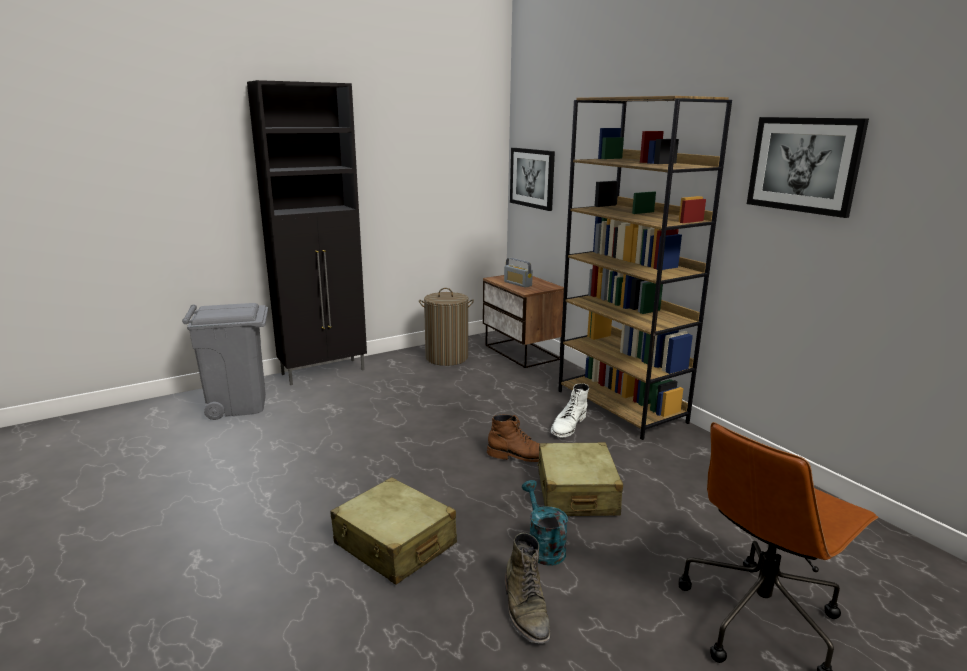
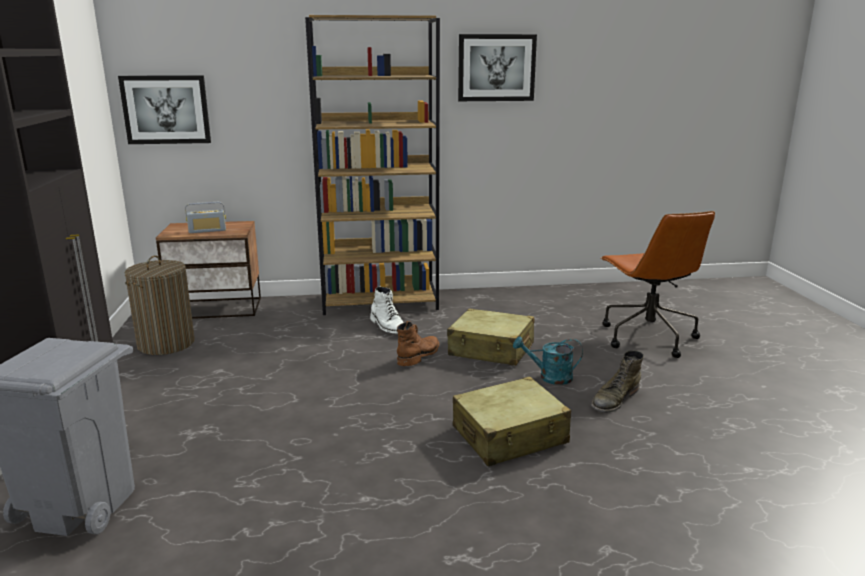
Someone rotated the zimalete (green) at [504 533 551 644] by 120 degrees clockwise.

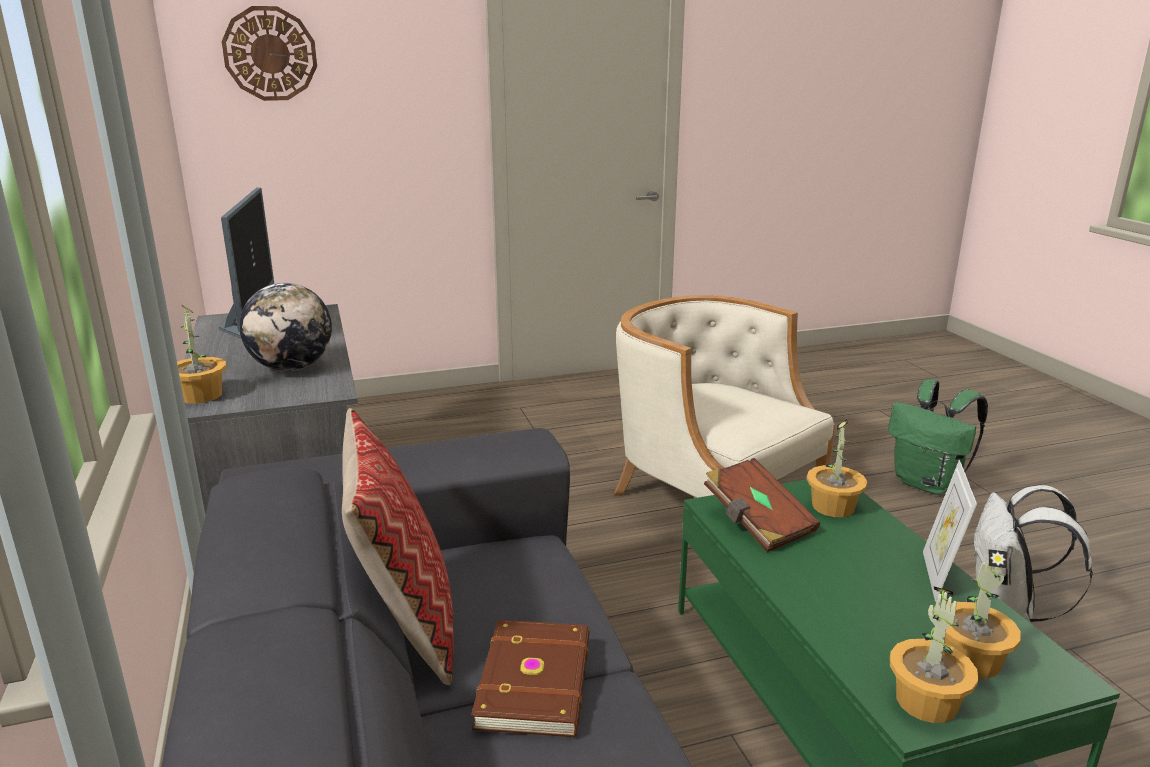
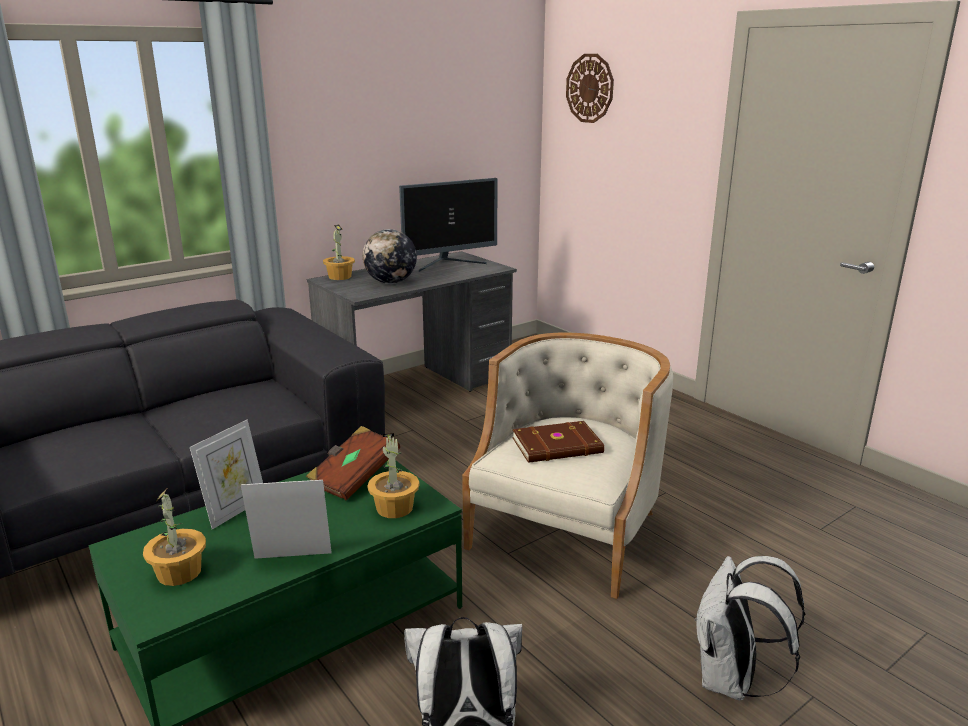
Someone put down the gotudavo at [190 420 263 530].
Someone carried the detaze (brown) from [471 620 590 737] to [513 421 604 463].
Someone repainted the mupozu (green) at [888 379 988 495], which became the mupozu (white) at [694 556 805 700].
Someone took away the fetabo at [342 408 454 685].
Someone took away the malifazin at [890 586 979 723].

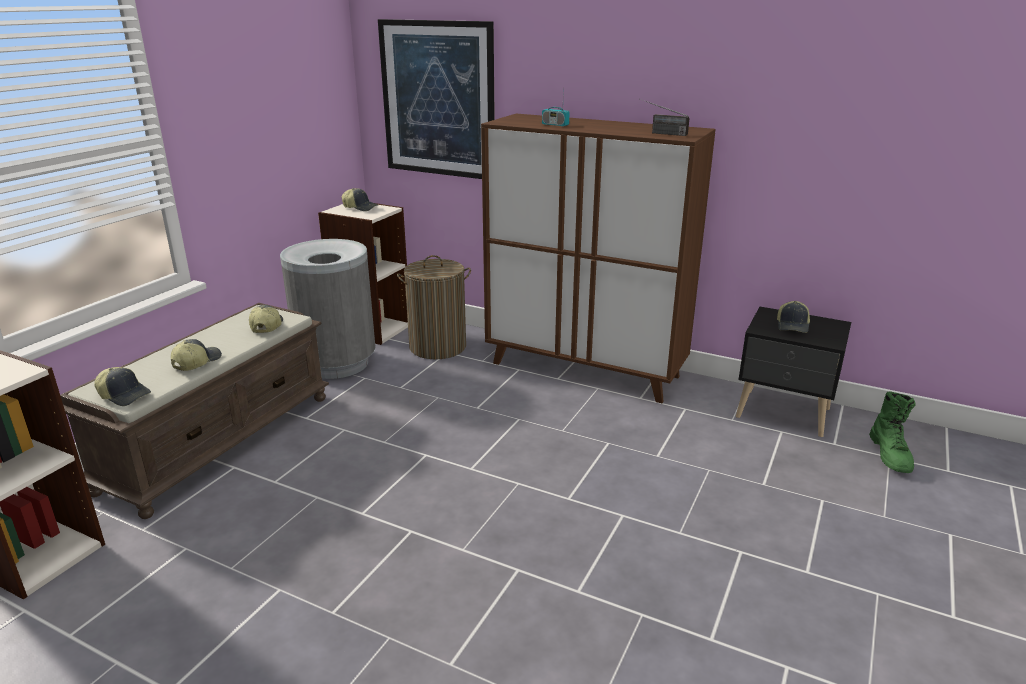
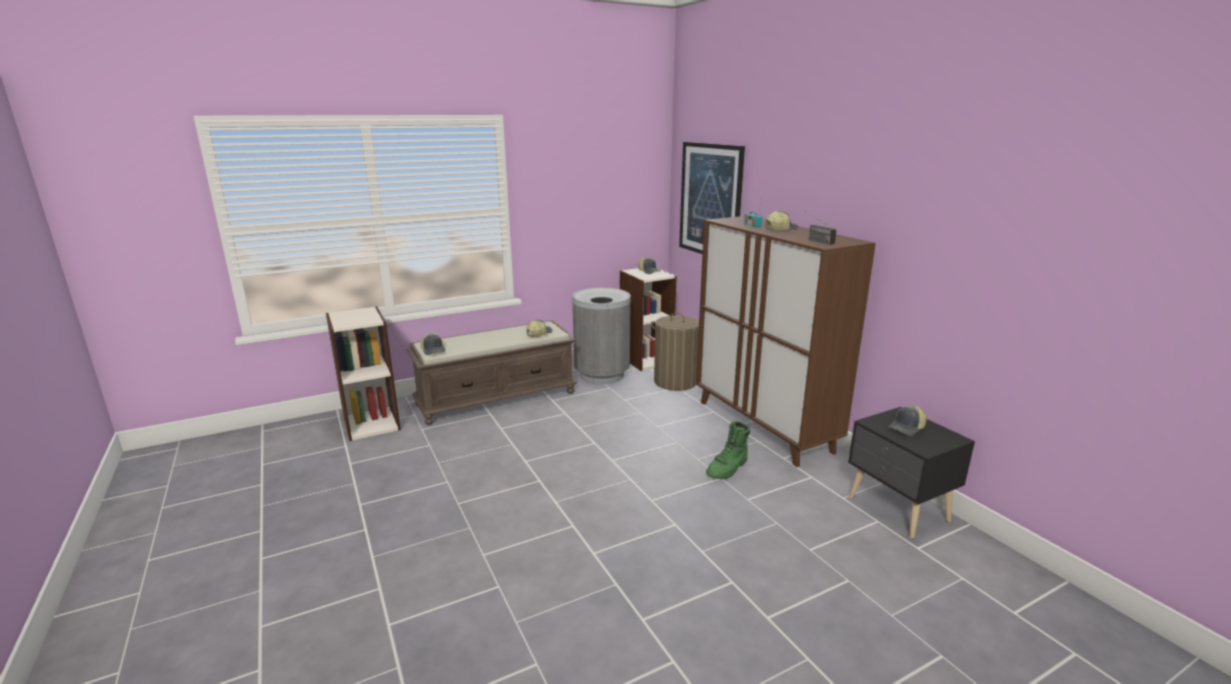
Someone carried the zimalete (green) from [869 391 916 473] to [706 421 750 479].
Someone carried the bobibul from [171 339 222 371] to [765 211 799 230].

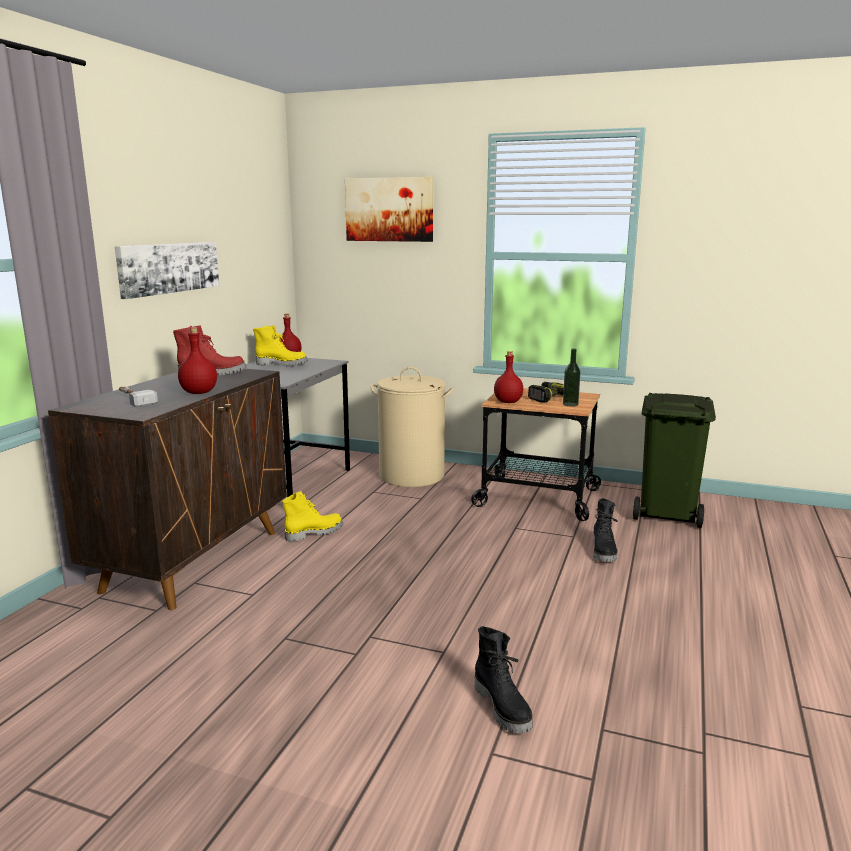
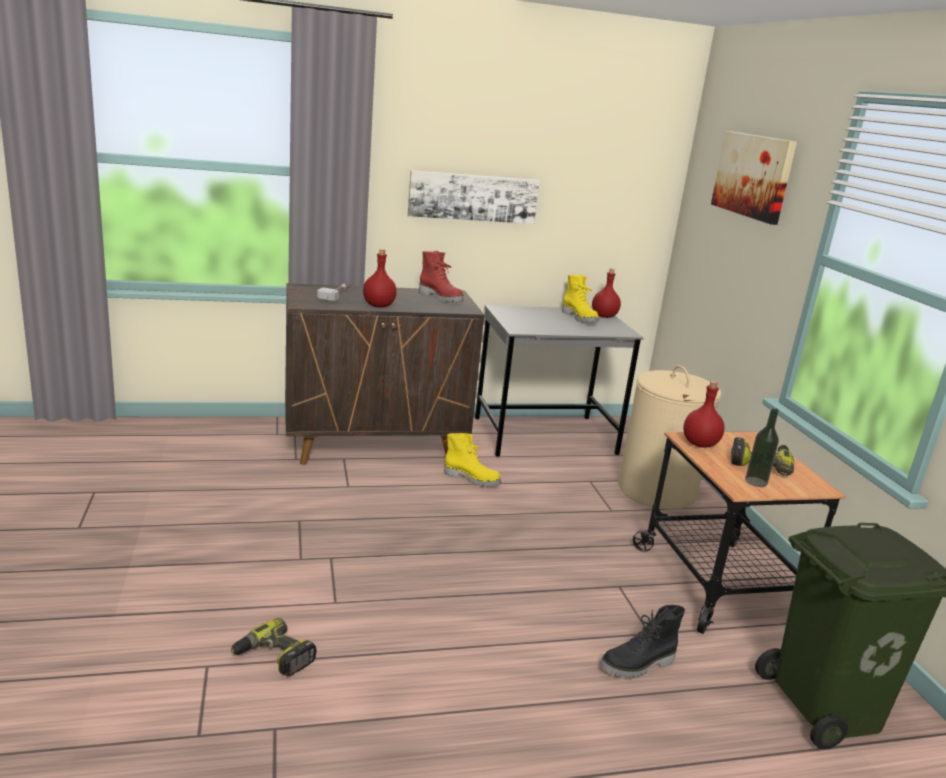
Someone swapped the zimalete (black) at [475 626 532 734] for the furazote at [231 618 317 676].

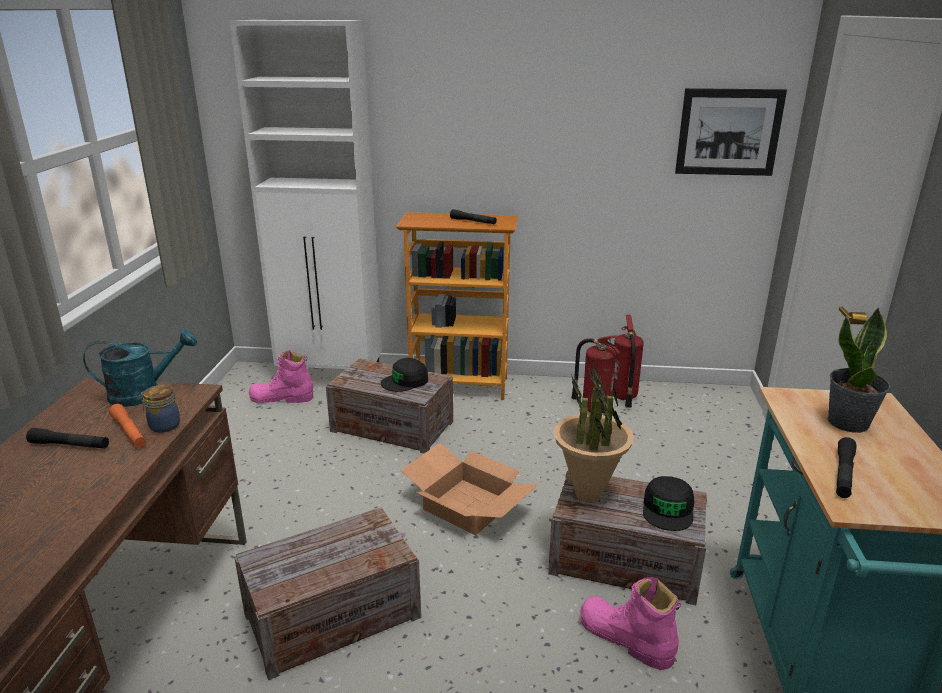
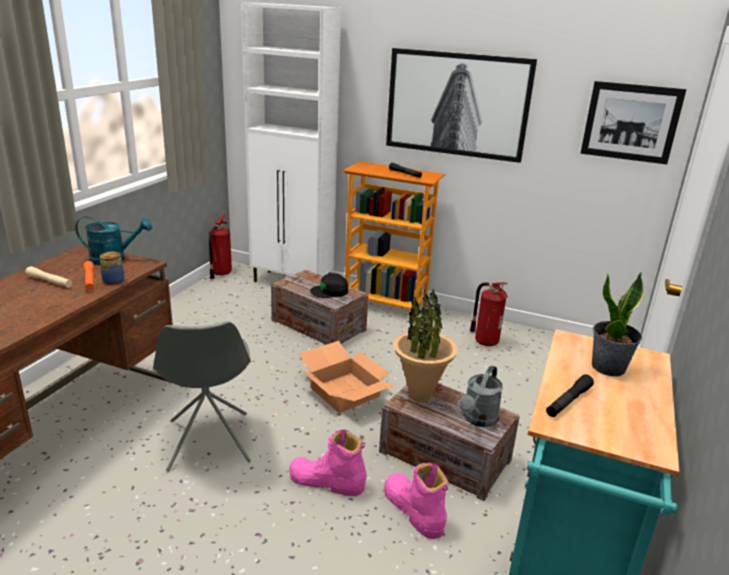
Someone repainted the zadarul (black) at [26 428 109 449], which became the zadarul (beige) at [25 266 72 287].
Someone swapped the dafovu at [234 507 421 681] for the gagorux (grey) at [153 321 251 472].
Someone carried the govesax from [612 315 644 408] to [209 213 232 279].
Someone carried the zimalete (pink) from [249 350 313 403] to [289 429 366 496].
Someone put up the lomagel at [386 48 537 163].
Someone swapped the bobibul (black) at [643 476 694 531] for the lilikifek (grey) at [459 365 503 427].

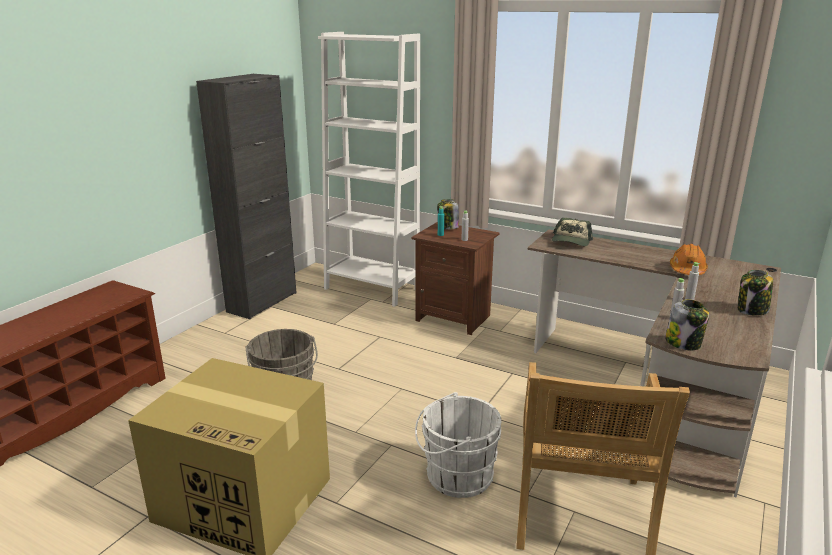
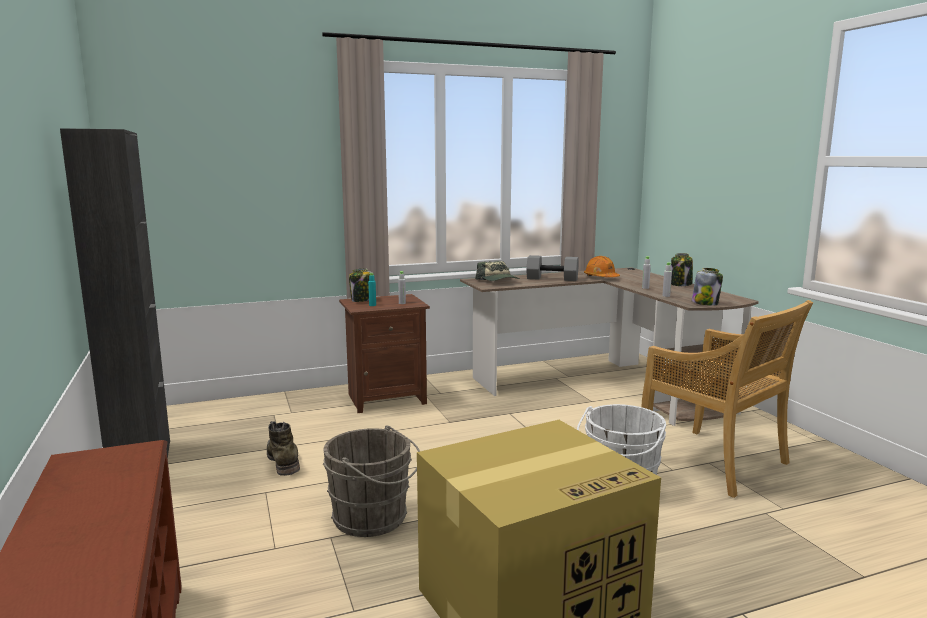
Someone put down the zimalete (green) at [267 421 300 476].
Someone put down the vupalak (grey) at [526 255 578 281].
Someone took away the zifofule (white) at [318 32 420 307].

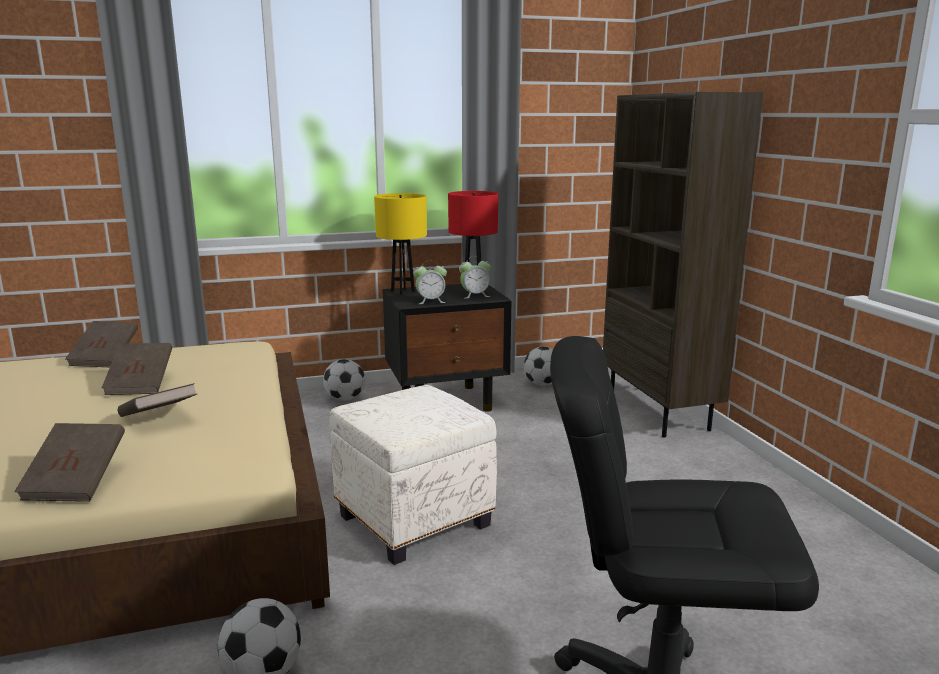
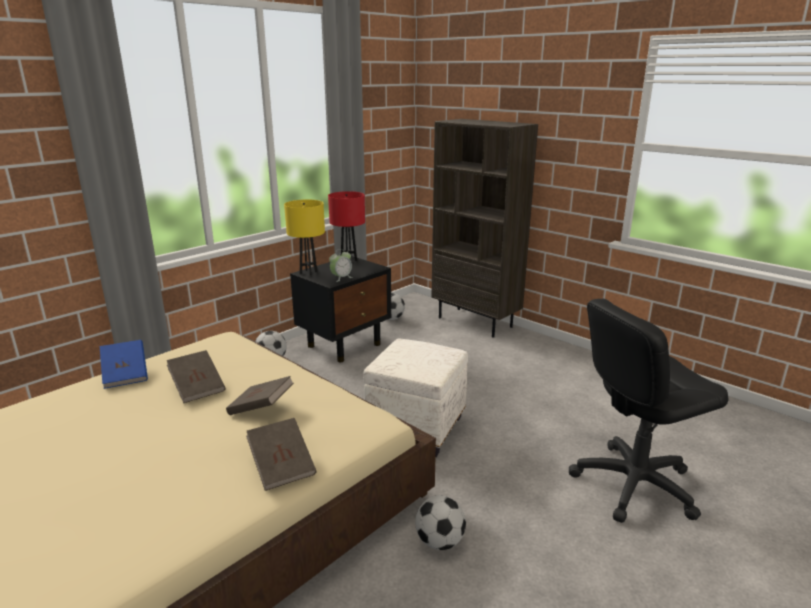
Someone repainted the detaze (brown) at [65 321 138 367], which became the detaze (blue) at [100 340 148 389].
Someone took away the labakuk at [459 256 491 299].

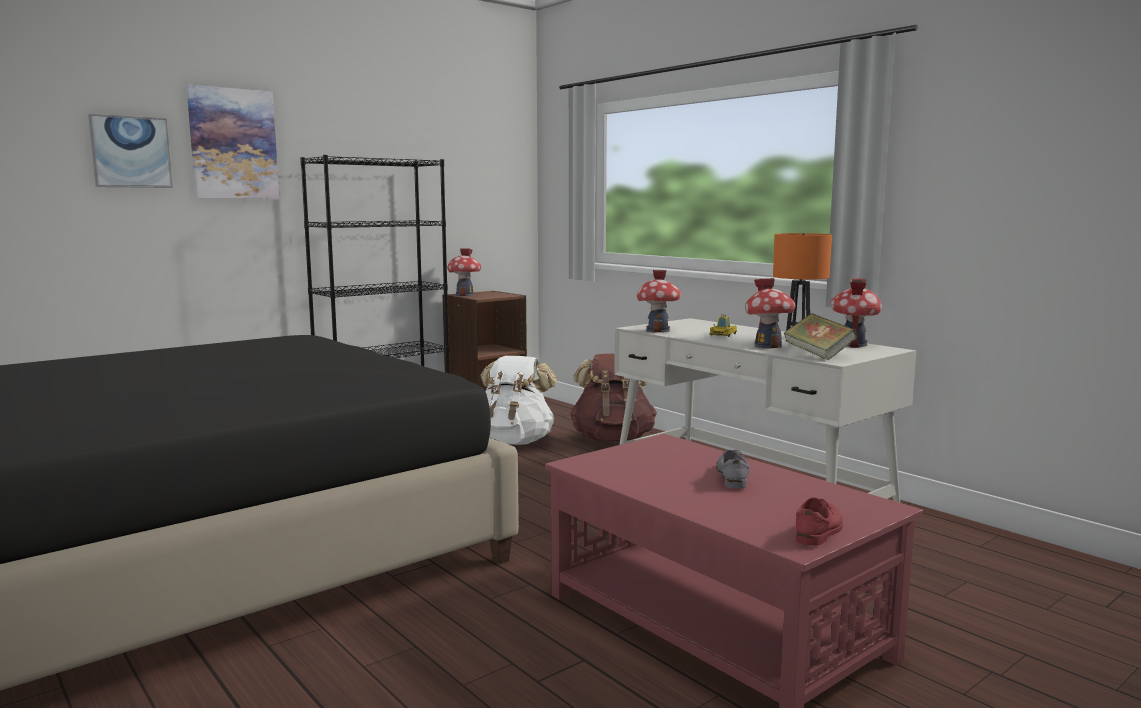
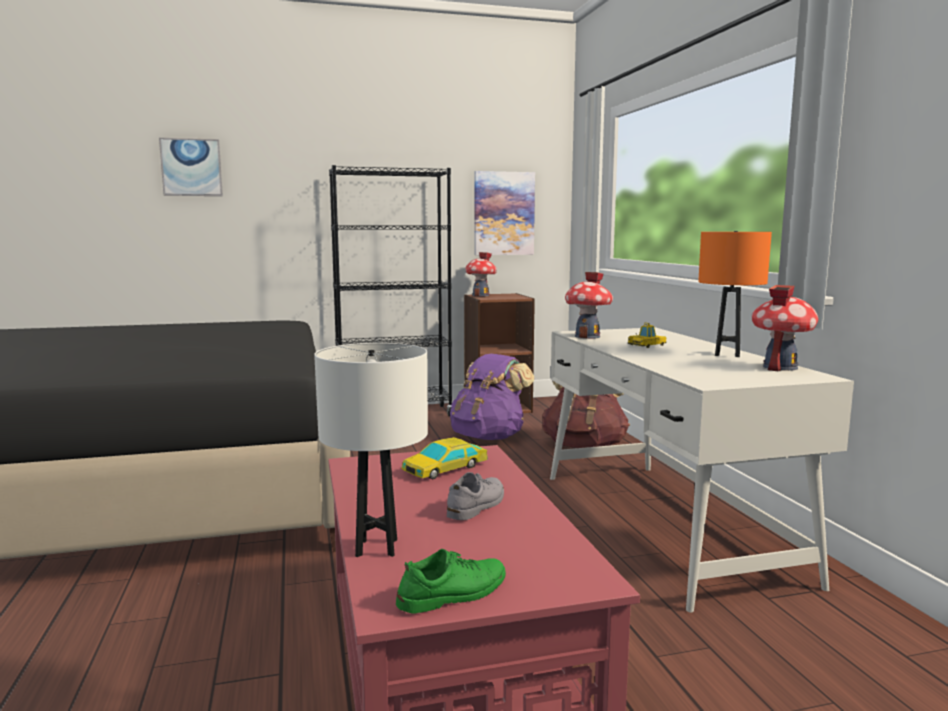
Someone put down the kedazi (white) at [314 343 428 557].
Someone repainted the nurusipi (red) at [796 498 843 546], which became the nurusipi (green) at [396 549 506 614].
Someone put down the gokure at [401 437 488 479].
Someone repainted the mupozu (white) at [480 356 557 445], which became the mupozu (purple) at [450 354 534 440].
Someone carried the lomagel from [186 85 279 199] to [474 171 535 255].
Someone took away the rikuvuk at [745 278 796 348].
Someone took away the detaze at [784 313 857 361].

